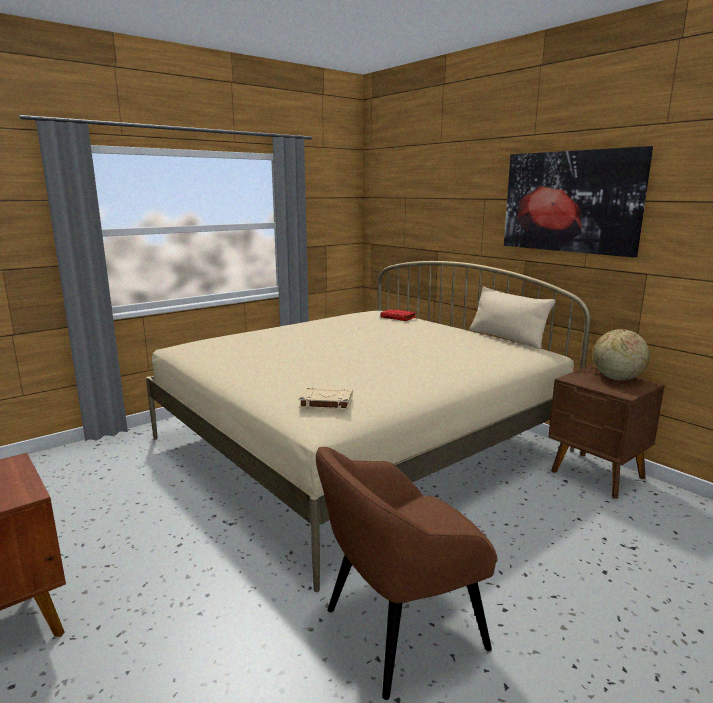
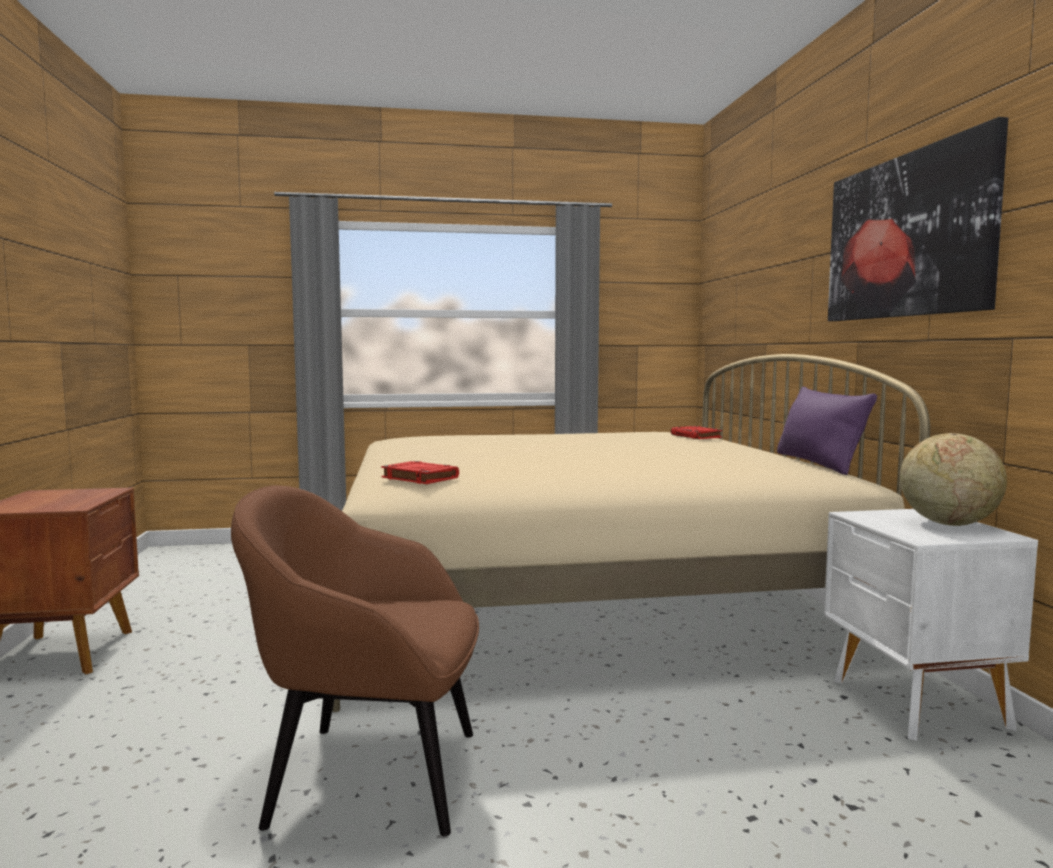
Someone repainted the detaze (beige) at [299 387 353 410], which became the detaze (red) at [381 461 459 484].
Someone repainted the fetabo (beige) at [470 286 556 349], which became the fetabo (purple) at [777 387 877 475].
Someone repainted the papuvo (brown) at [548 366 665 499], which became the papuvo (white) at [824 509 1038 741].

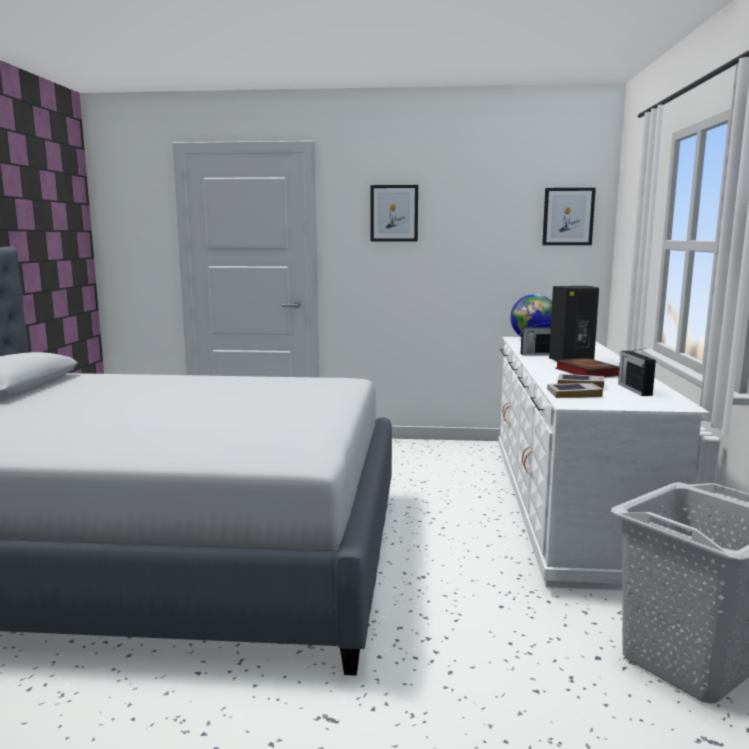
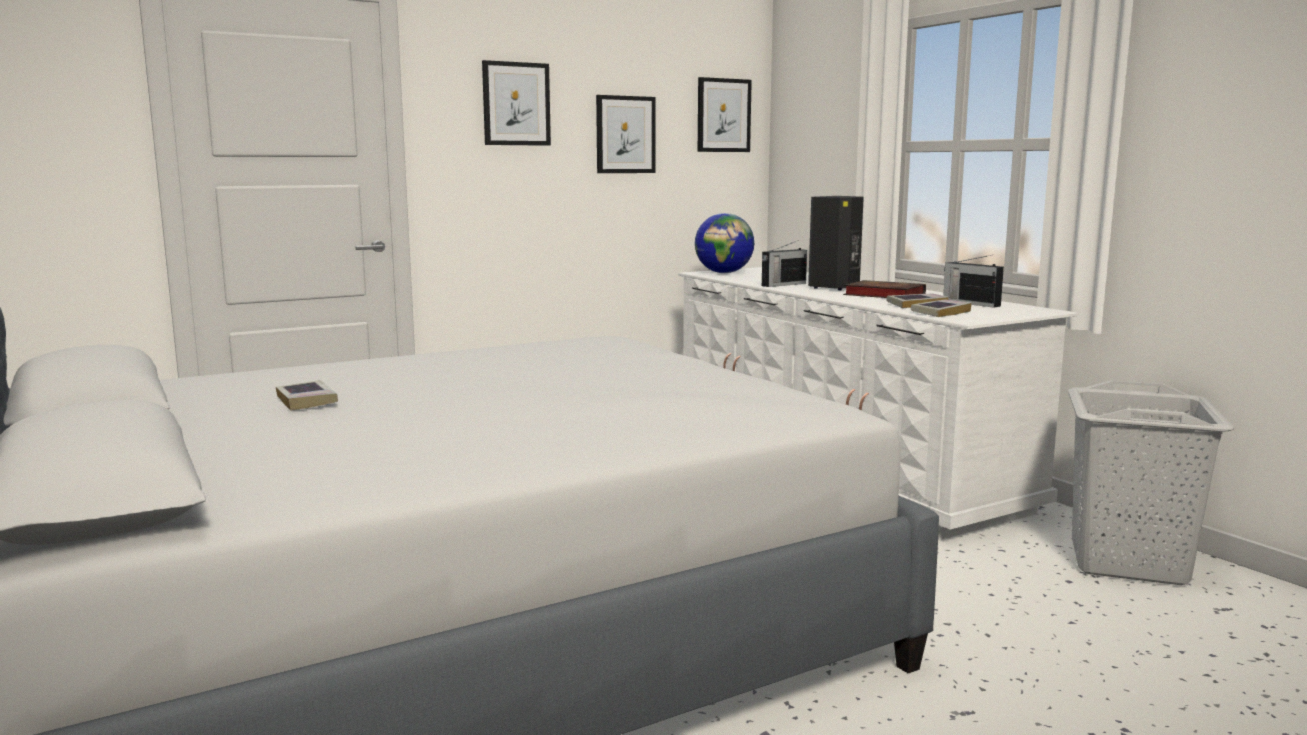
Someone put down the detaze at [276 380 338 411].
Someone put up the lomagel at [596 95 656 173].

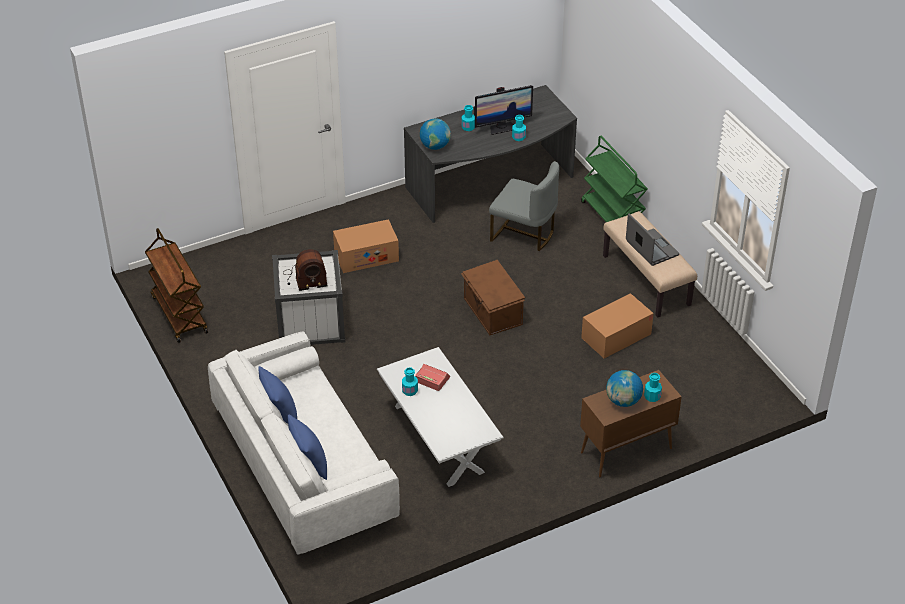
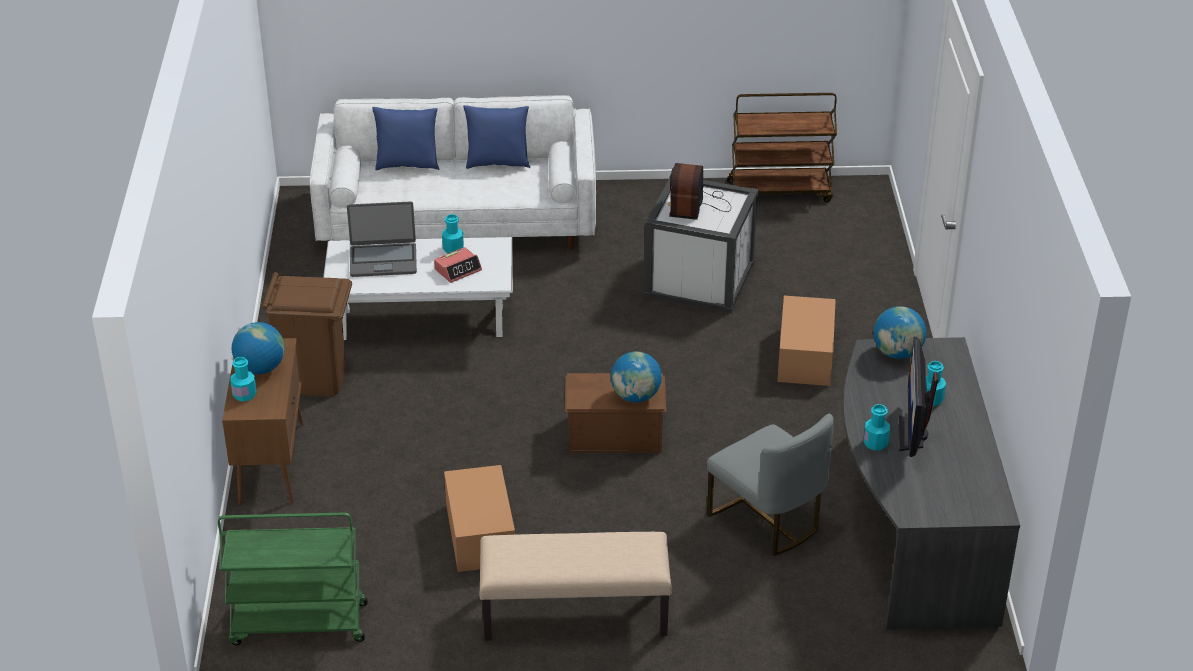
Someone carried the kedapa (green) from [581 136 648 222] to [218 513 368 645].
Someone put down the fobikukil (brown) at [262 272 352 397].
Someone carried the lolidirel from [626 213 679 266] to [347 201 417 277].
Someone put down the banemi at [611 351 662 403].
Someone rotated the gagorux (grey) at [489 161 559 251] by 90 degrees counterclockwise.

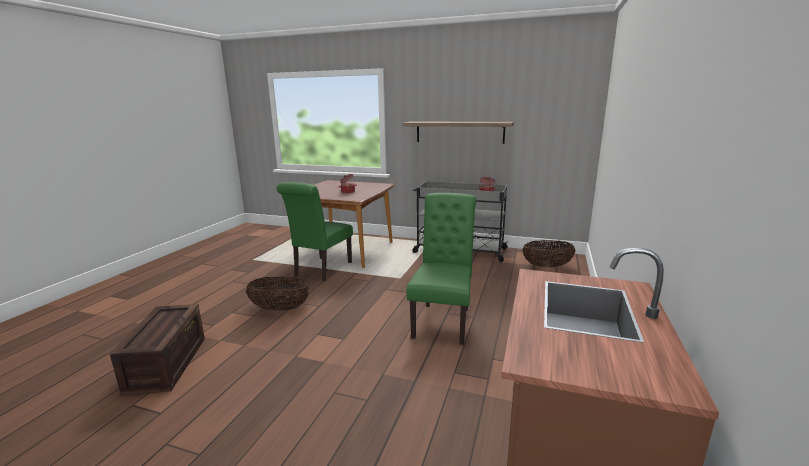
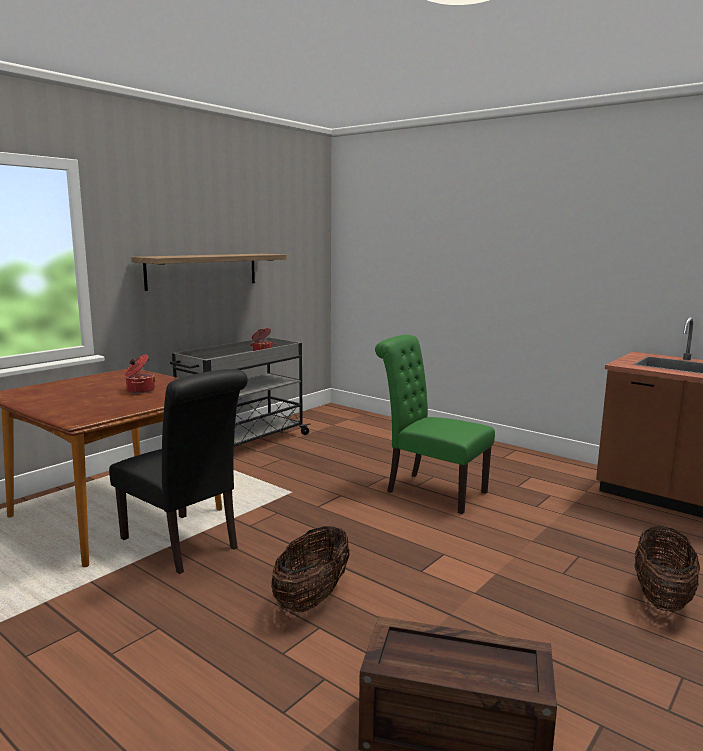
Someone repainted the gagorux (green) at [277 182 353 281], which became the gagorux (black) at [109 369 248 574].
Someone carried the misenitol from [523 240 576 267] to [634 526 700 612].

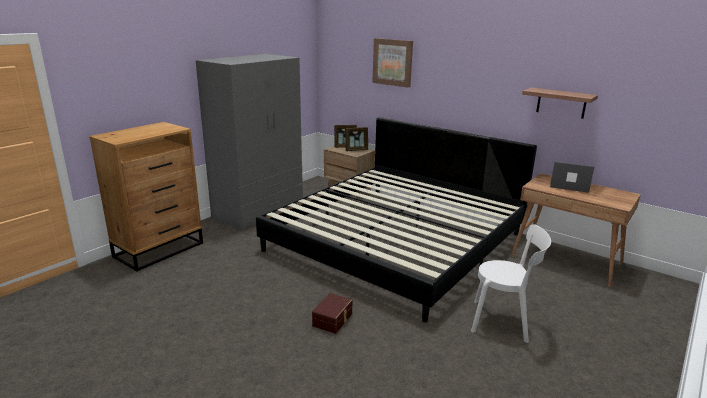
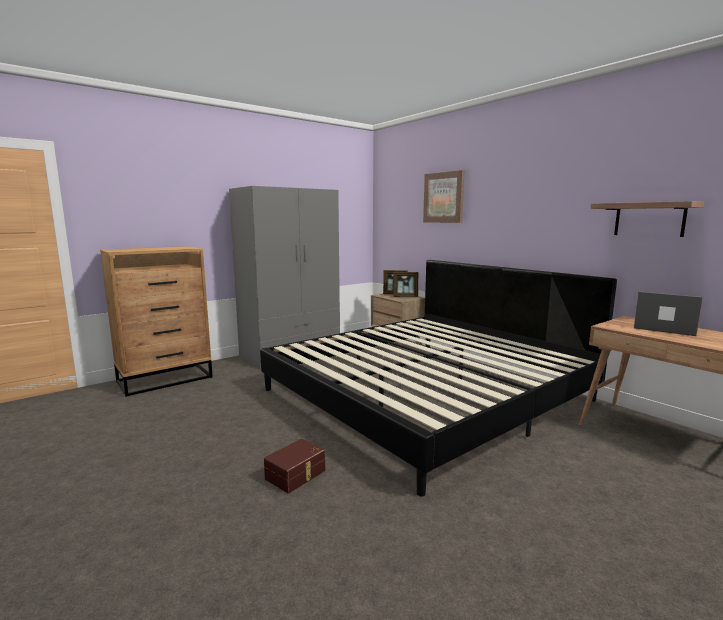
Someone took away the gagorux (white) at [471 224 551 343].

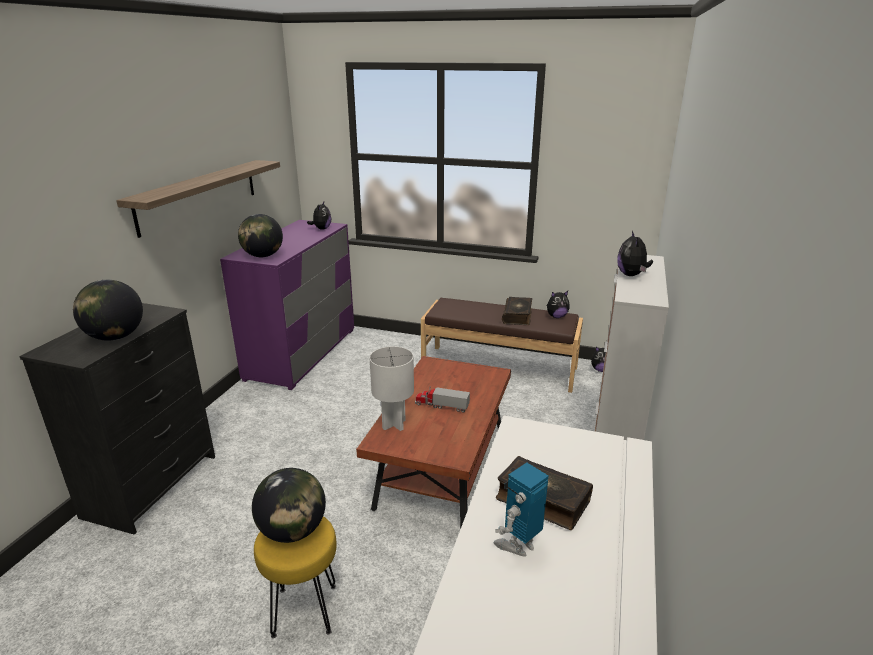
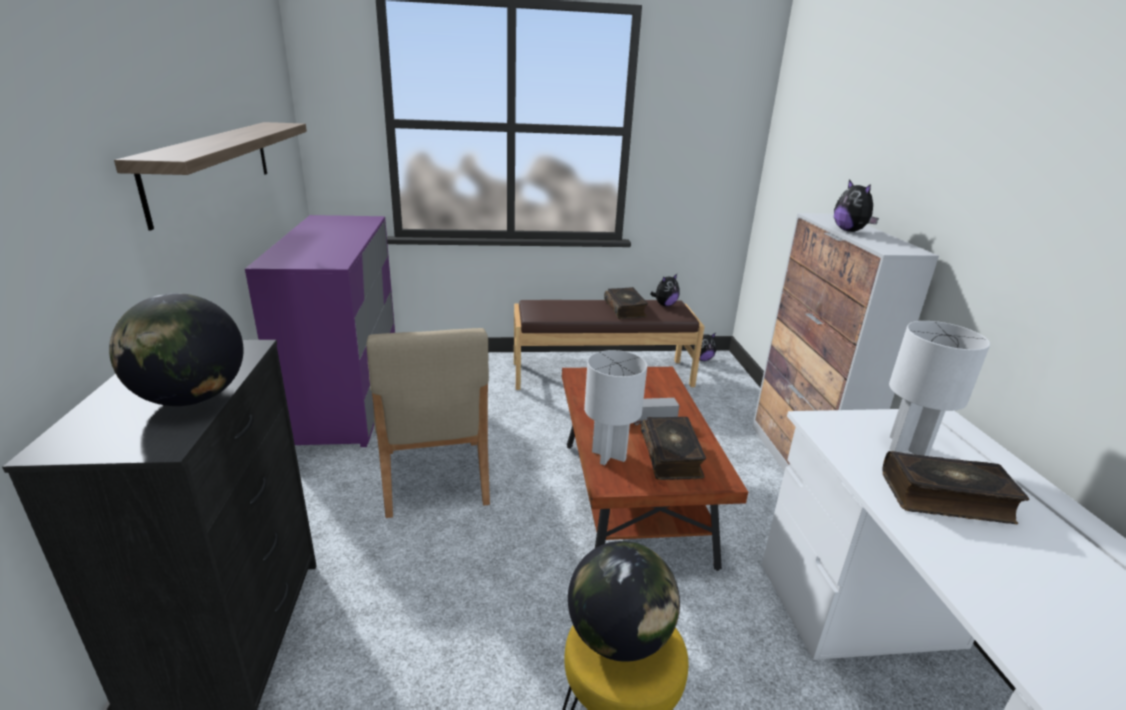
Someone put down the gagorux (beige) at [366 328 490 518].
Someone put down the detaze at [641 417 706 480].
Someone put down the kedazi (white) at [889 321 990 456].
Someone took away the banemi at [238 214 283 257].
Someone took away the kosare at [307 202 331 230].
Someone took away the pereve at [493 462 549 557].

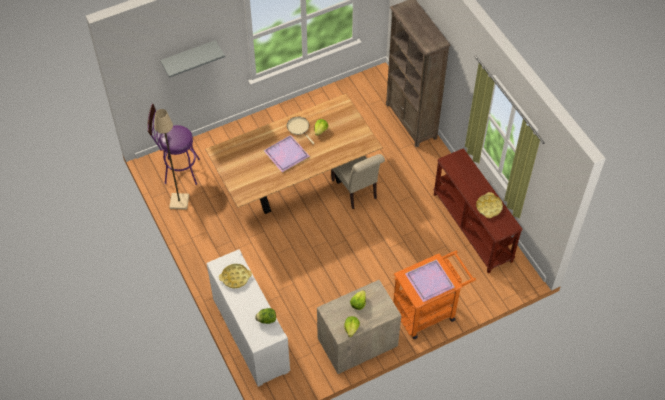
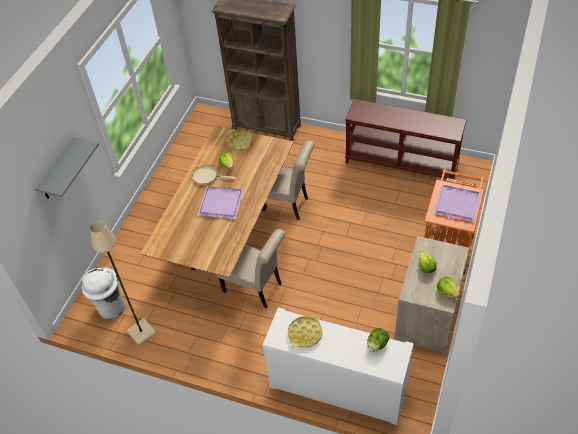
Someone swapped the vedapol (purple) at [148 103 200 185] for the fobikukil (white) at [82 267 125 319].
Someone put down the gagorux (beige) at [216 229 286 309].
Someone carried the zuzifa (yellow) from [476 192 503 218] to [225 129 252 150].

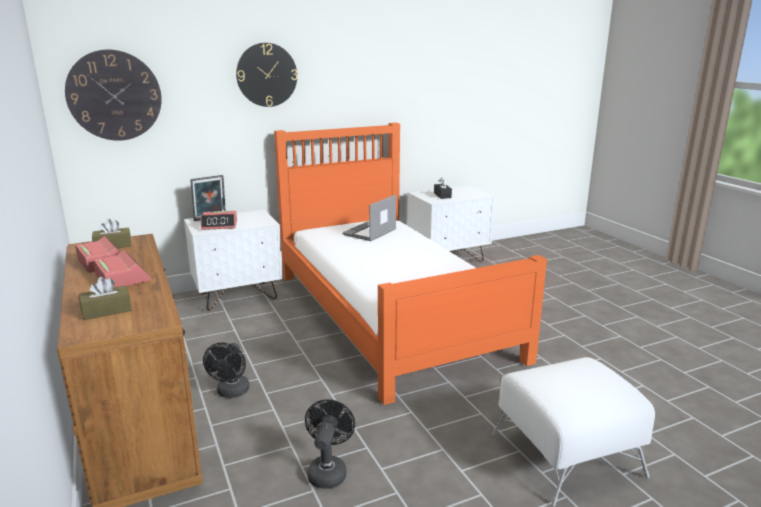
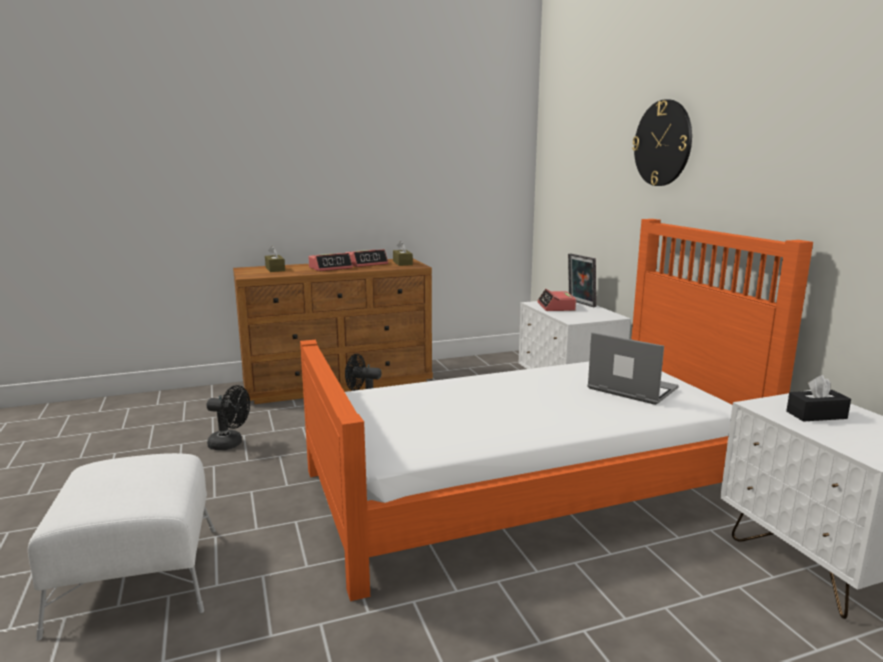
Someone took away the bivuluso at [65 50 162 141].

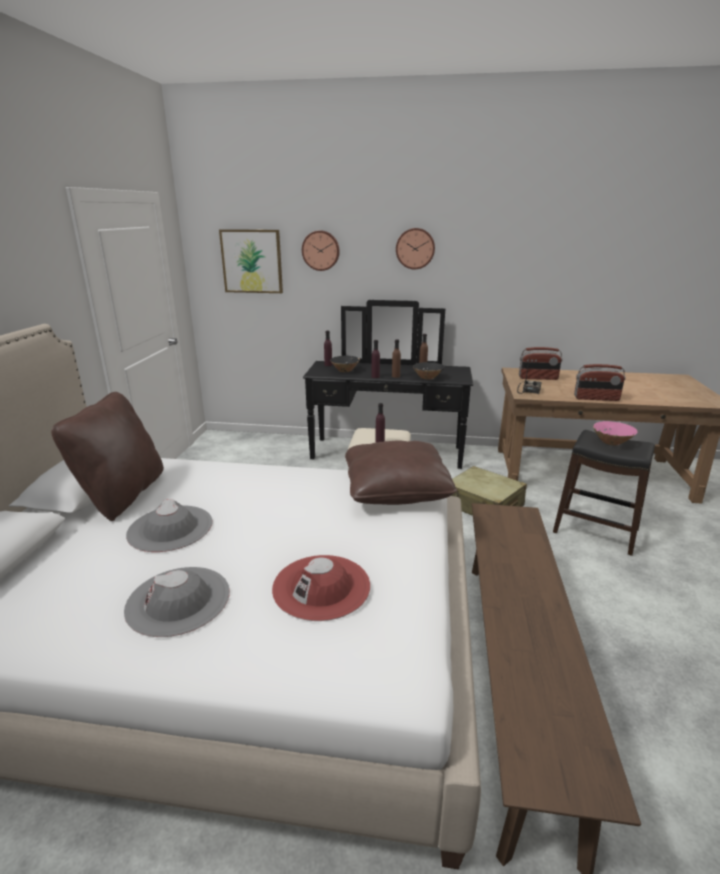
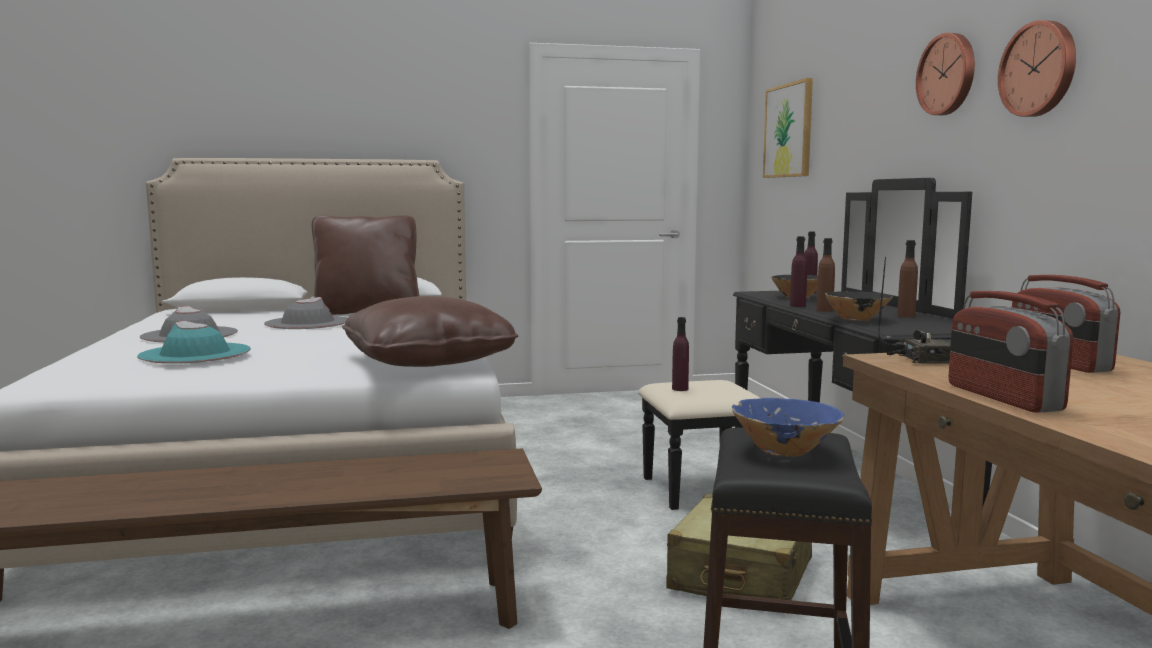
Someone repainted the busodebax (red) at [272 555 370 621], which became the busodebax (turquoise) at [137 321 251 364].
Someone repainted the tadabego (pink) at [593 421 637 446], which became the tadabego (blue) at [732 398 844 457].
Someone carried the bivuluso from [302 231 340 271] to [998 20 1076 117].

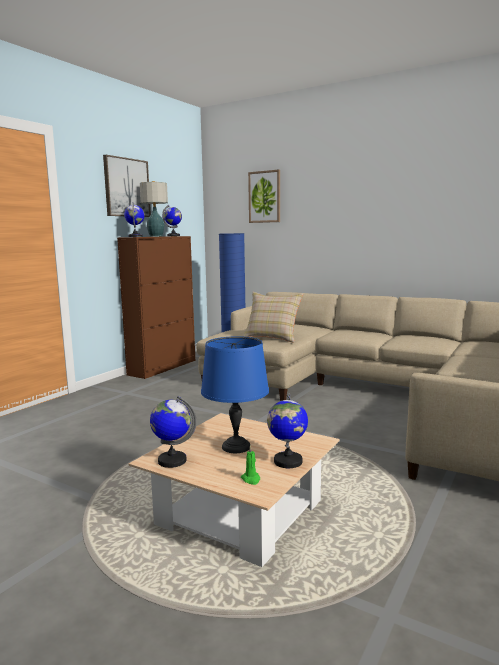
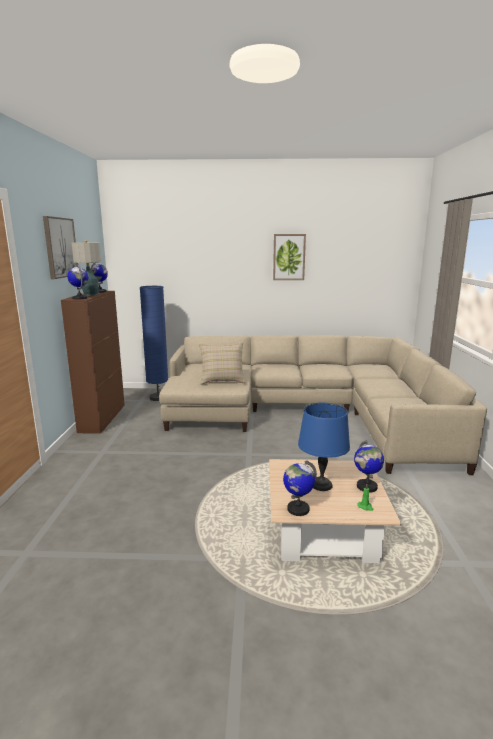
Someone carried the lomagel from [248 169 280 223] to [273 234 306 280].

